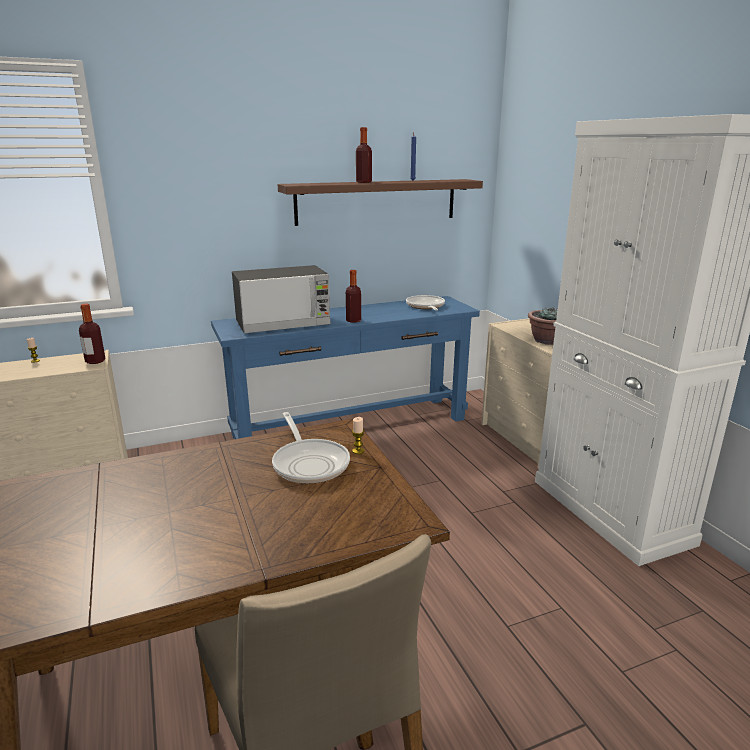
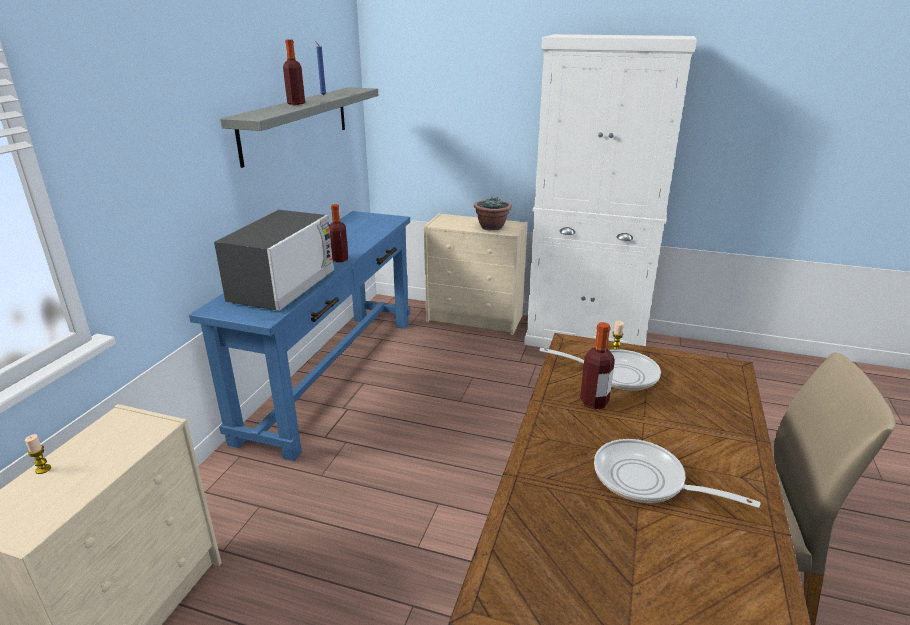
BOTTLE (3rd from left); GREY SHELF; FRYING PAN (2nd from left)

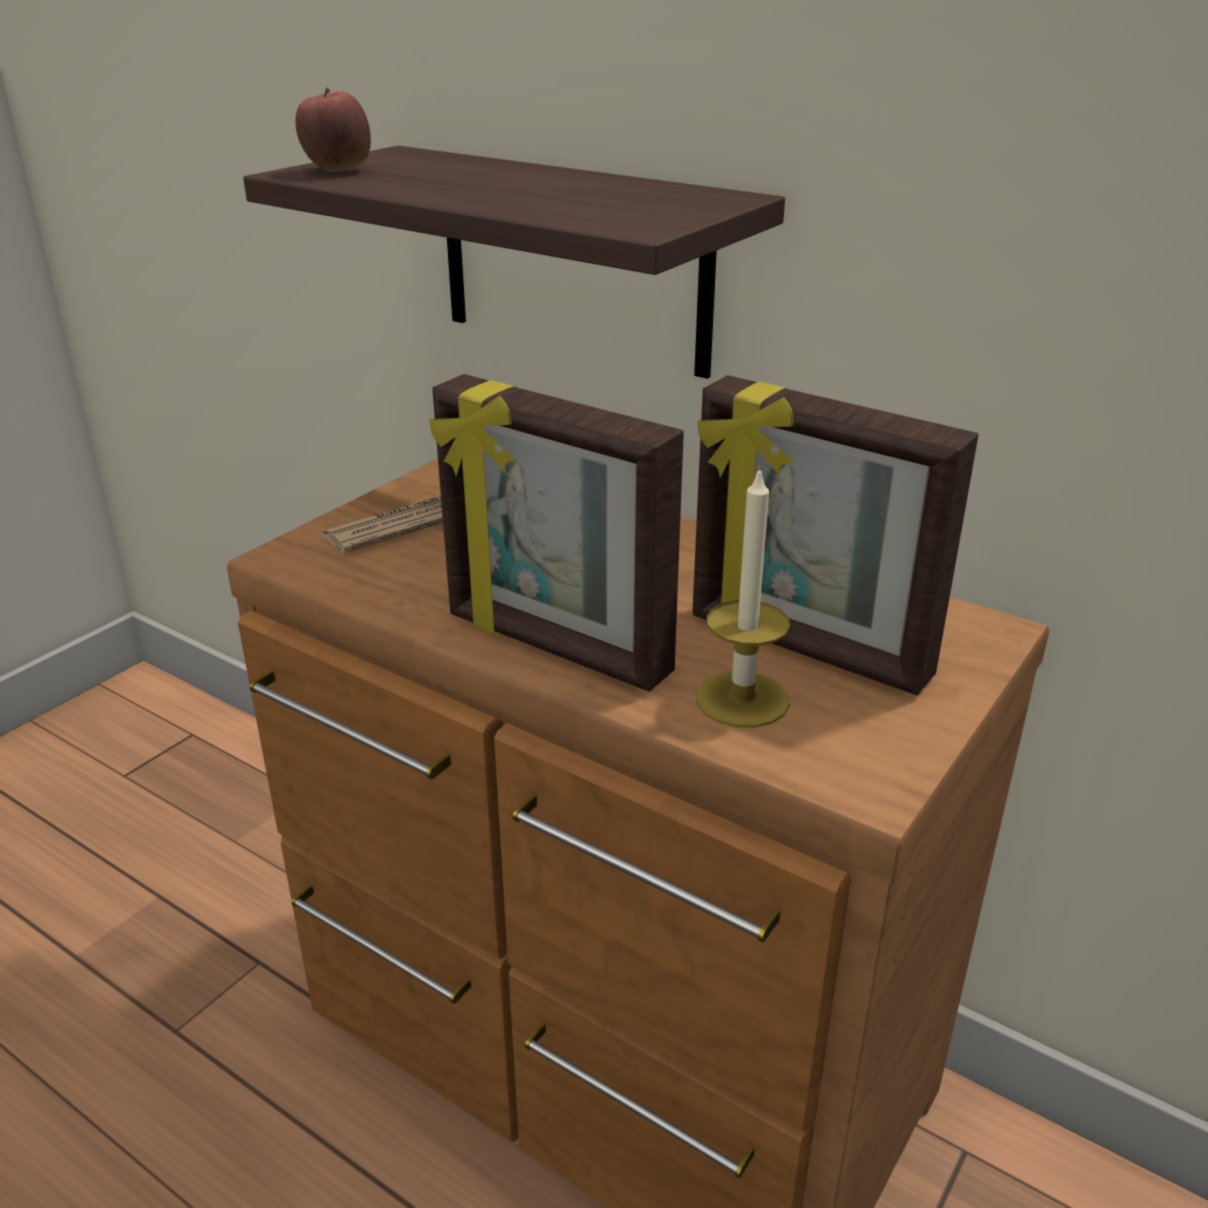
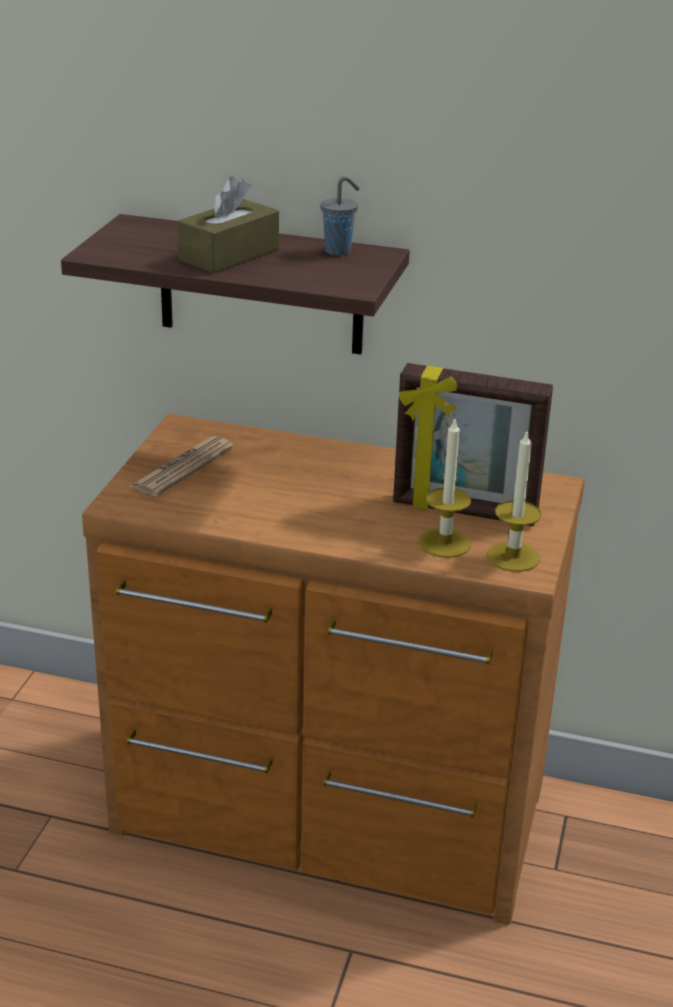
APPLE; PICTURE FRAME (1st from left in the first image); BROWN TISSUE BOX; GREY CUP; CANDLE (2nd from left)

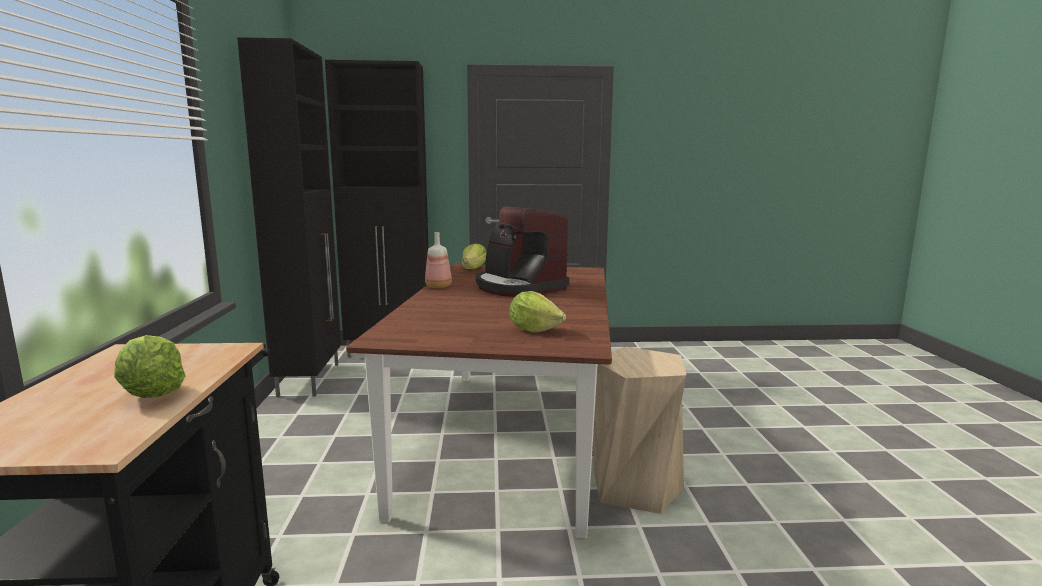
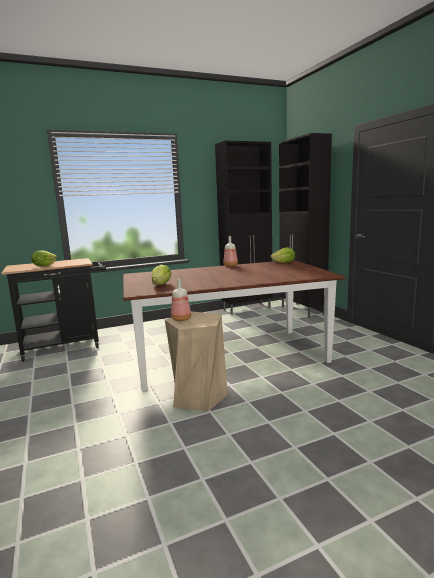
COFFEE MACHINE; BOTTLE (1st from left)

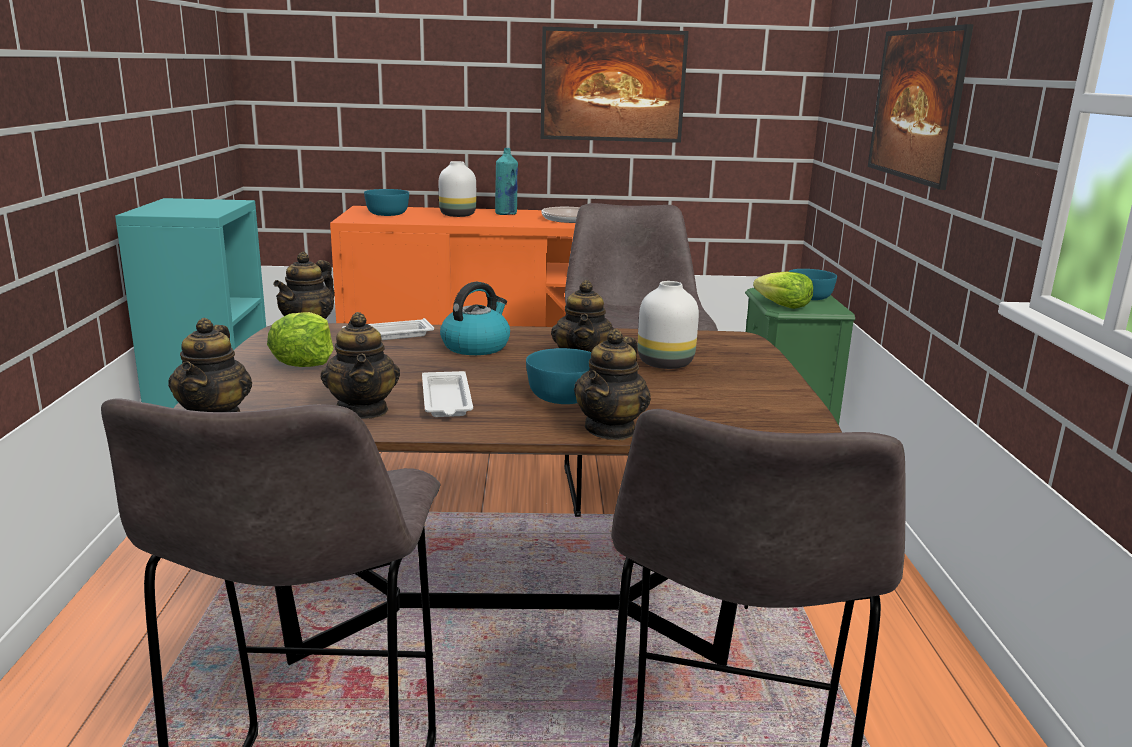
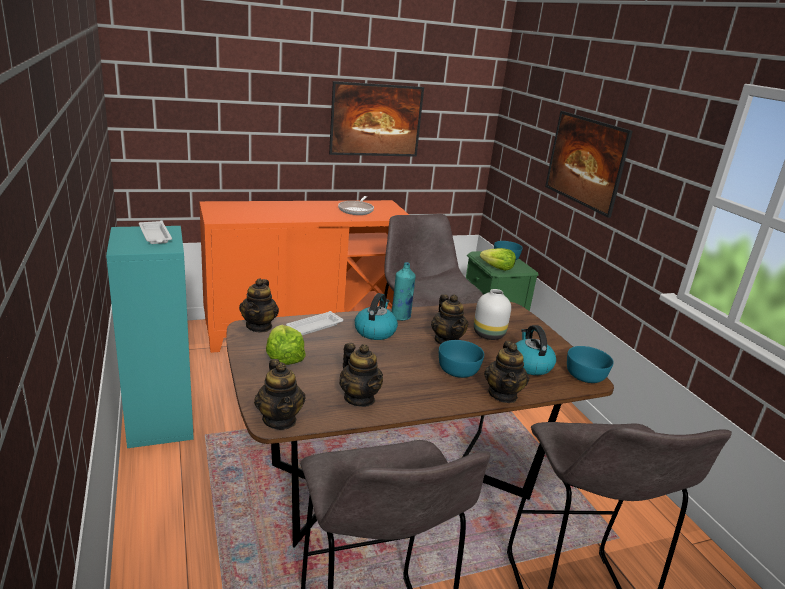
TURQUOISE BOWL (3rd from left); WHITE TRAY (1st from left); WHITE VASE (1st from left in the first image); TURQUOISE BOTTLE; KETTLE (2nd from left)

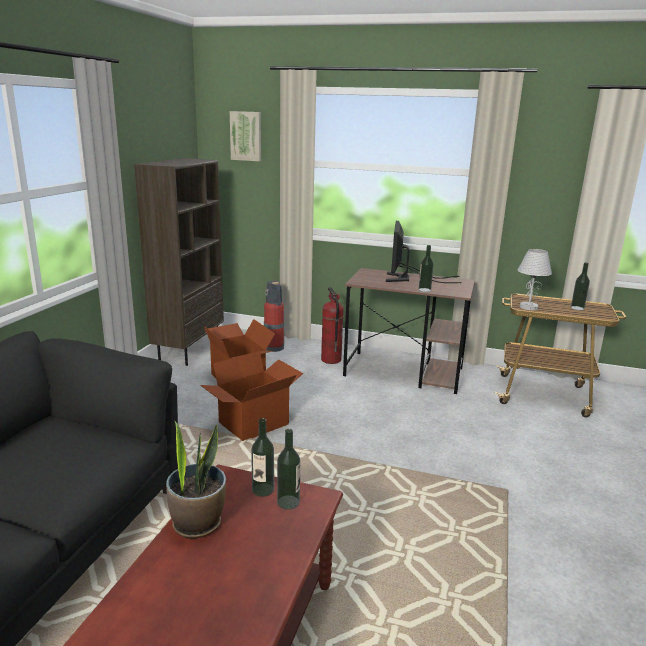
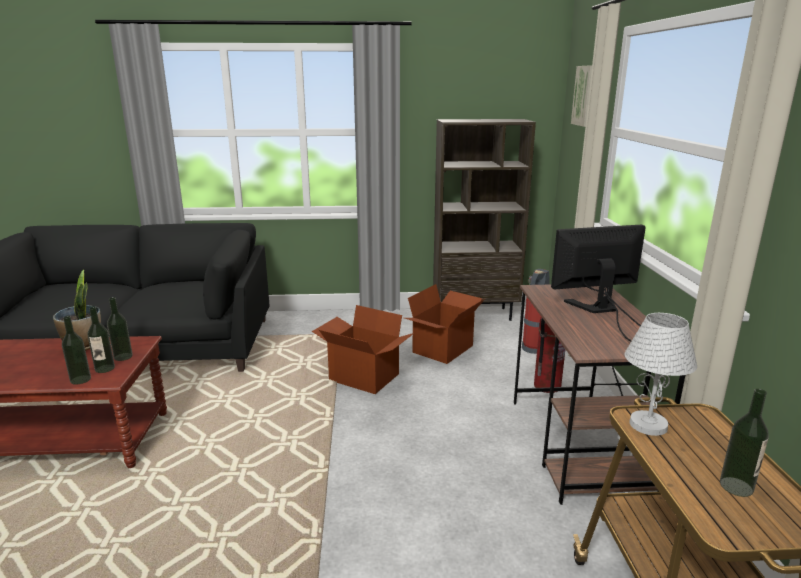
BOTTLE (1st from left)

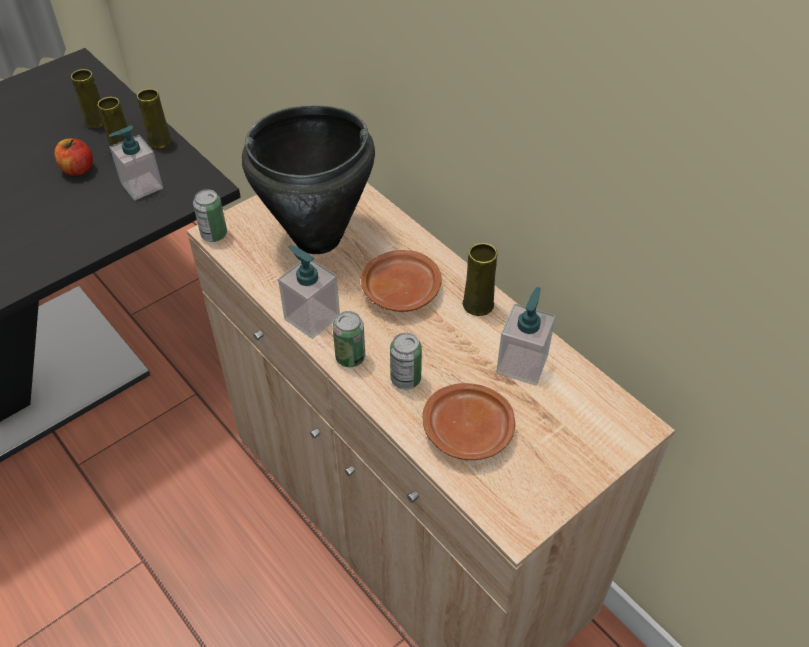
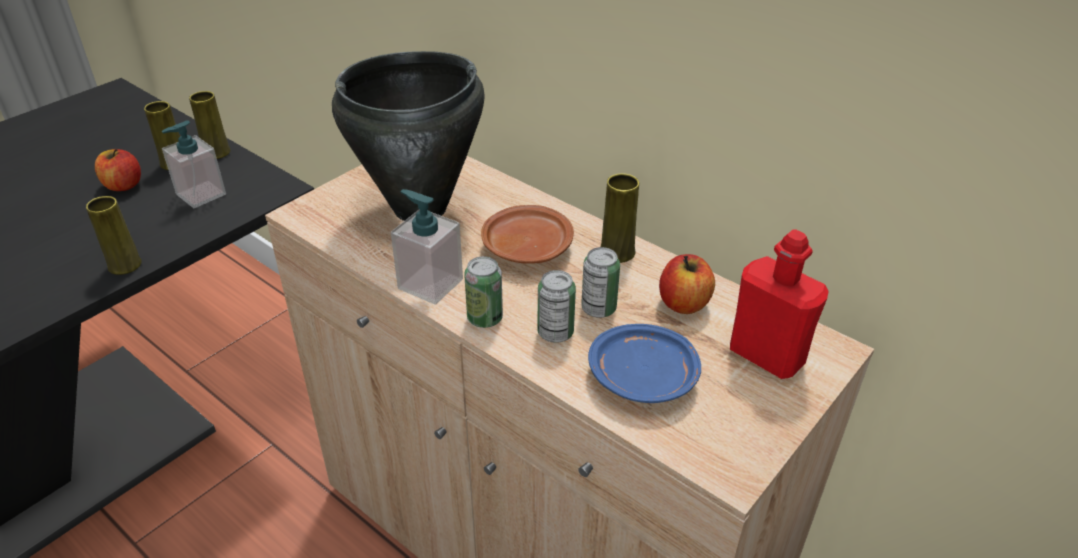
YELLOW VASE (1st from left); CAN (3rd from left); BLUE PLATE; APPLE (2nd from left); RED BOTTLE

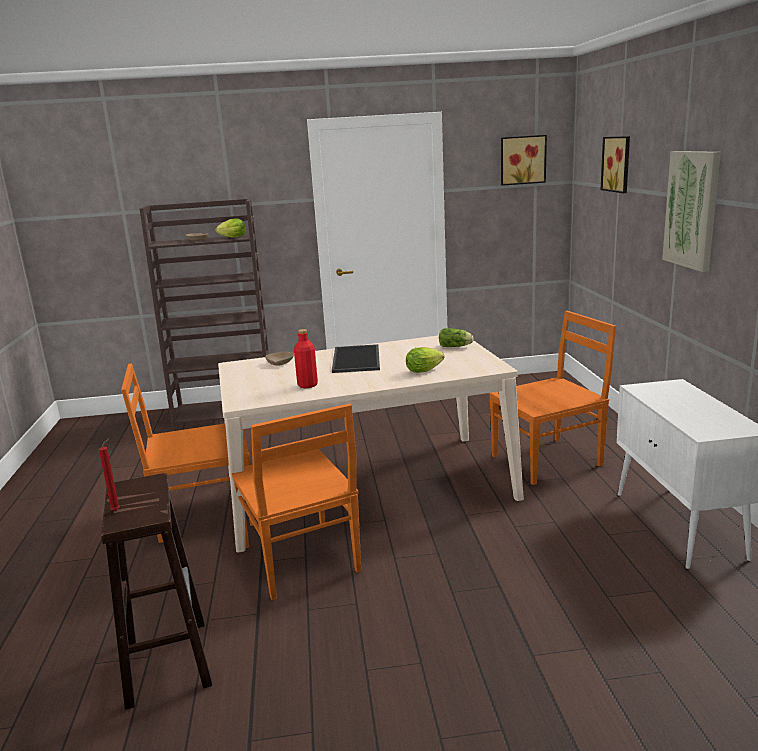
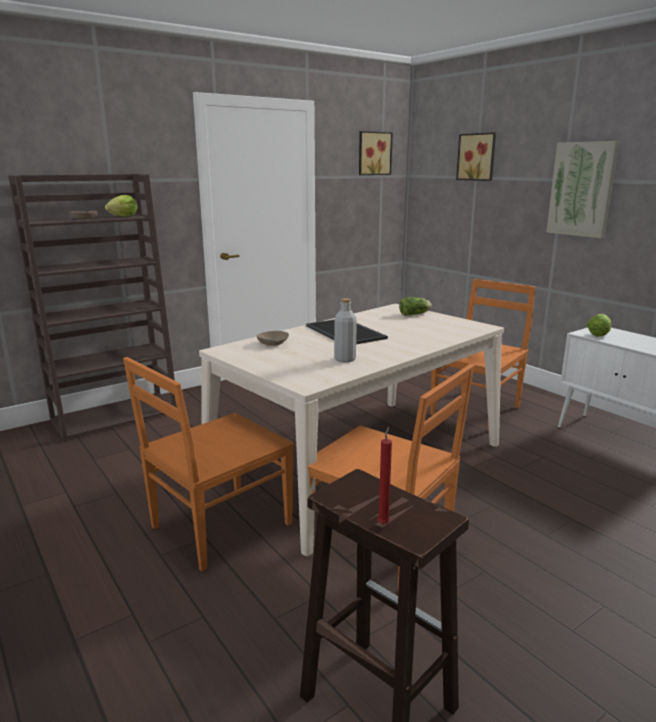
GREY BOTTLE; LETTUCE (3rd from left)

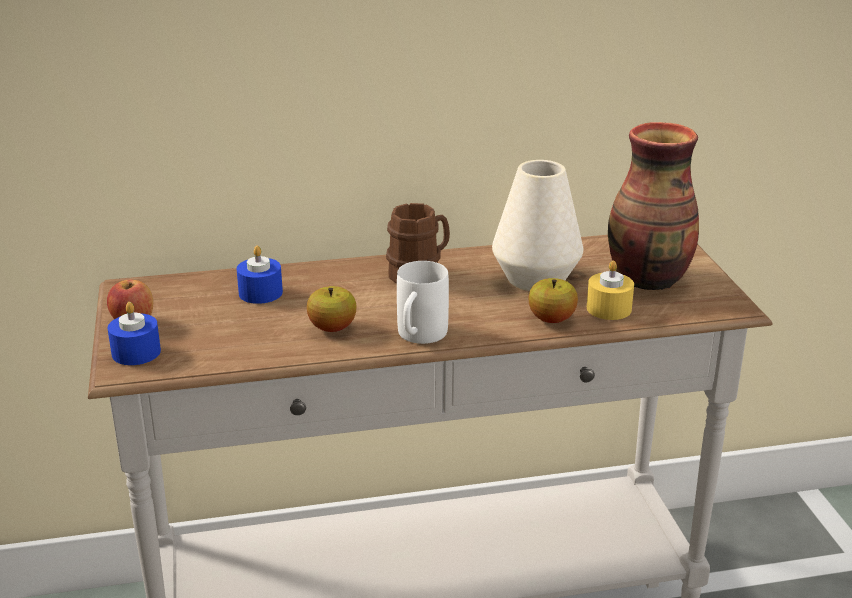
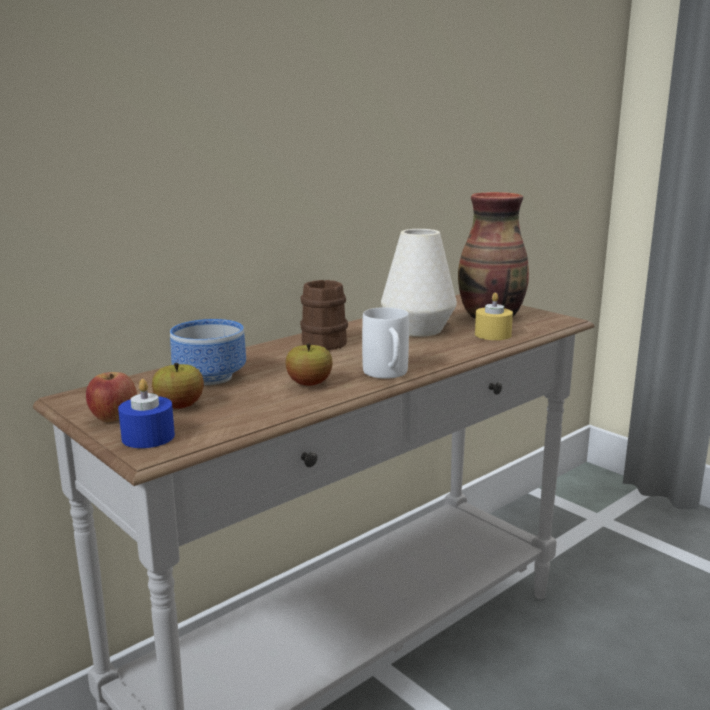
BOWL; APPLE (2nd from left)

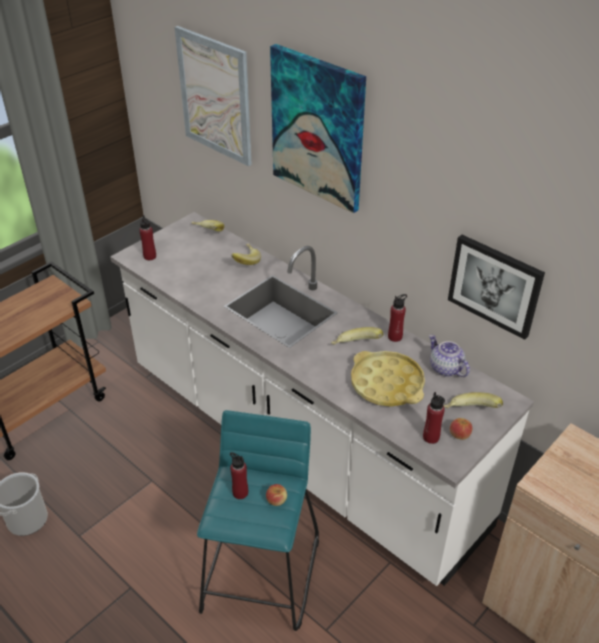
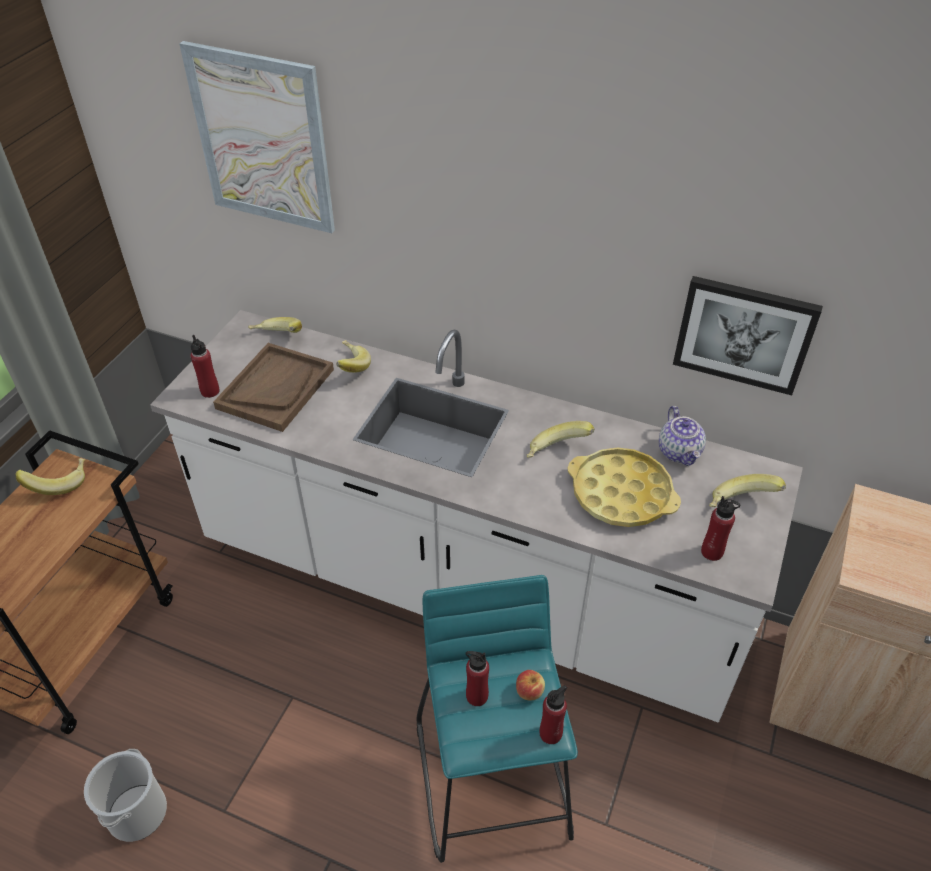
PICTURE (2nd from left in the first image); RED BOTTLE (3rd from left); TEAPOT; APPLE (2nd from left in the first image); BANANA (1st from left); BROWN TRAY

